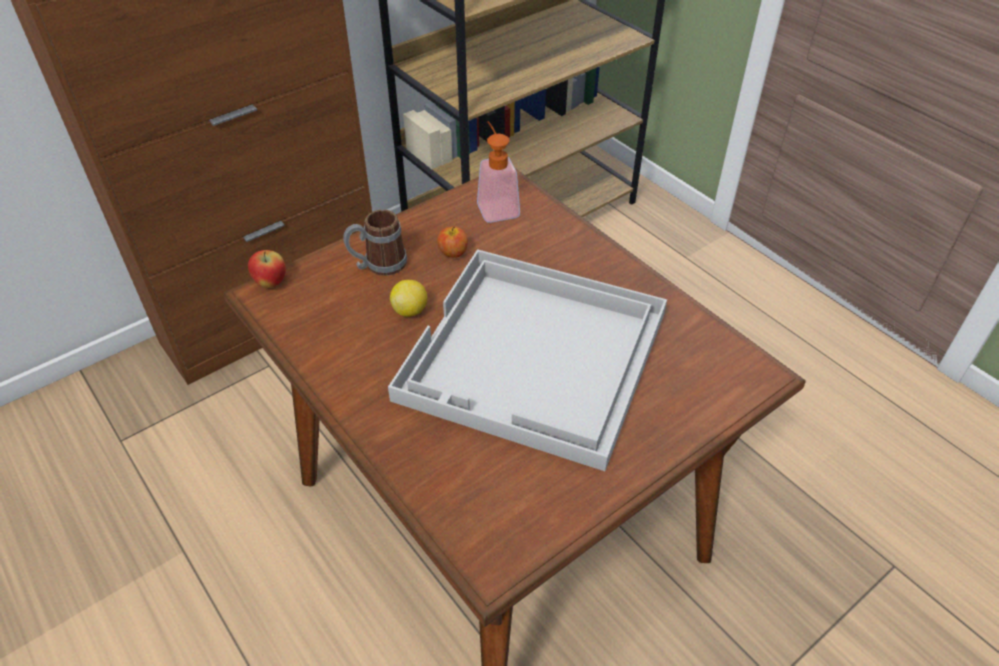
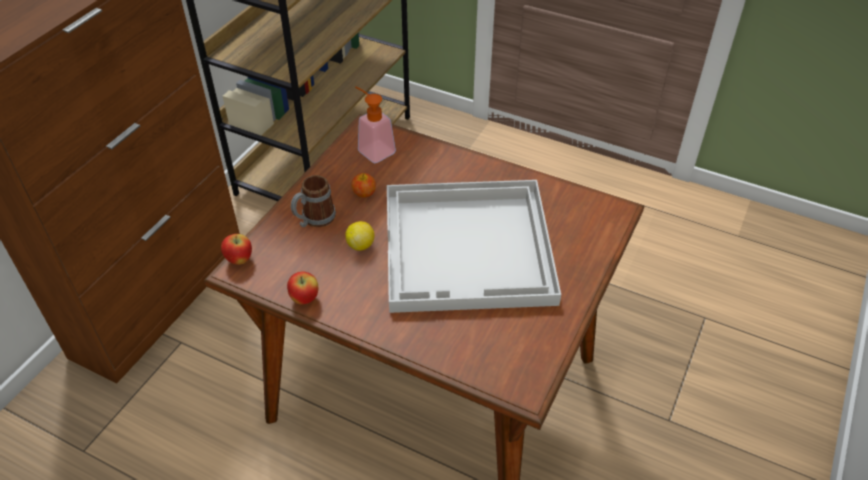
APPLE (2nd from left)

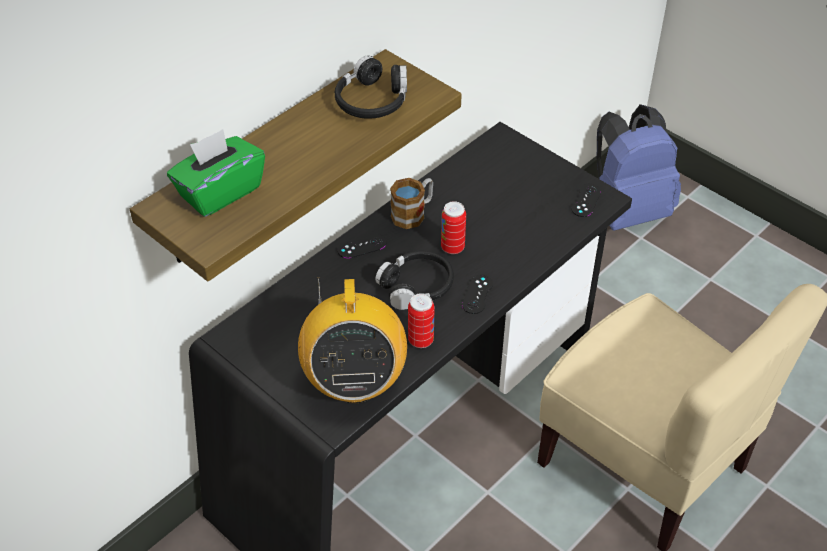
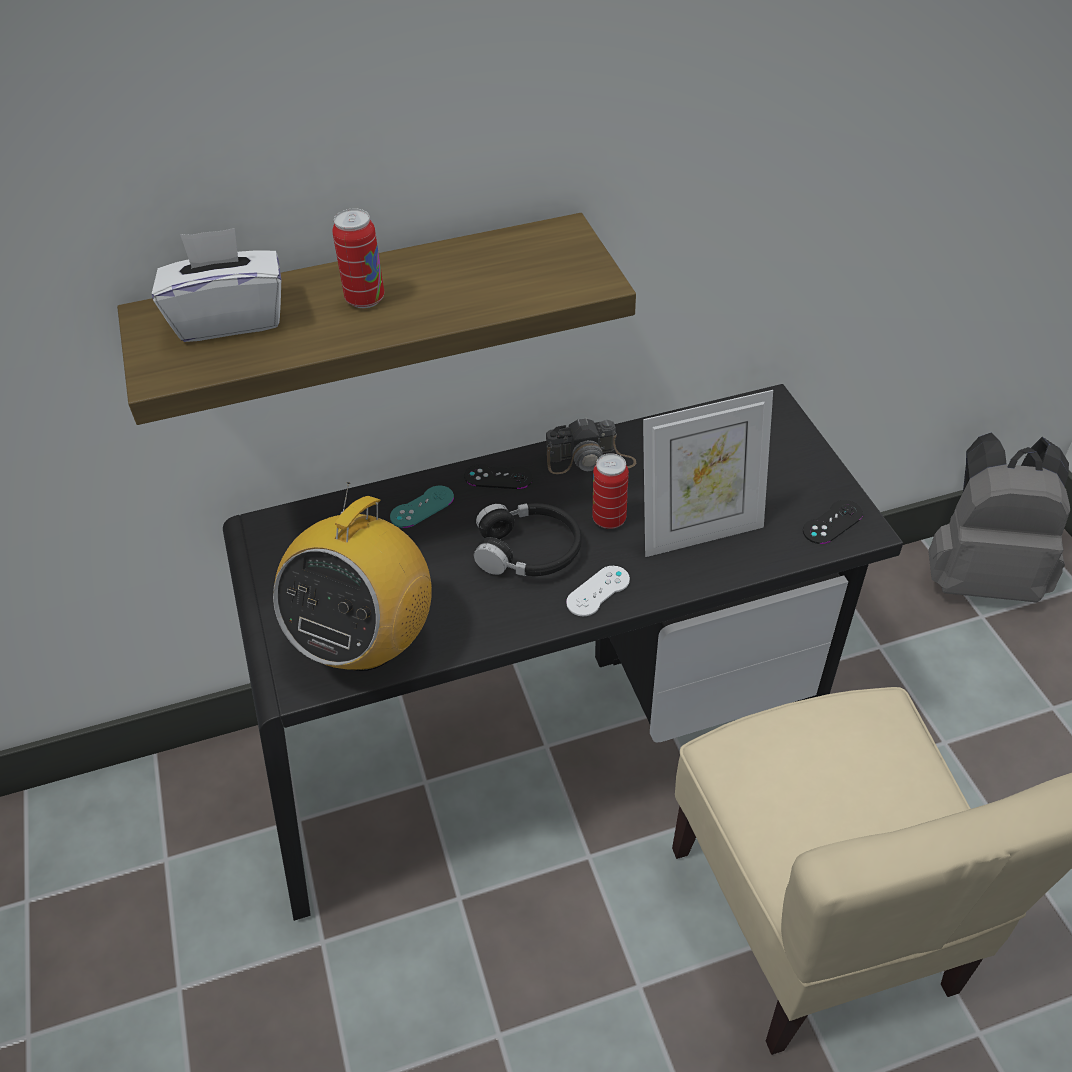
WHITE TISSUE BOX; BLACK HEADPHONES (1st from left in the first image); PHOTO CAMERA; CAN (1st from left); WHITE GAME CONTROLLER; GREY BACKPACK; TURQUOISE GAME CONTROLLER; PICTURE FRAME

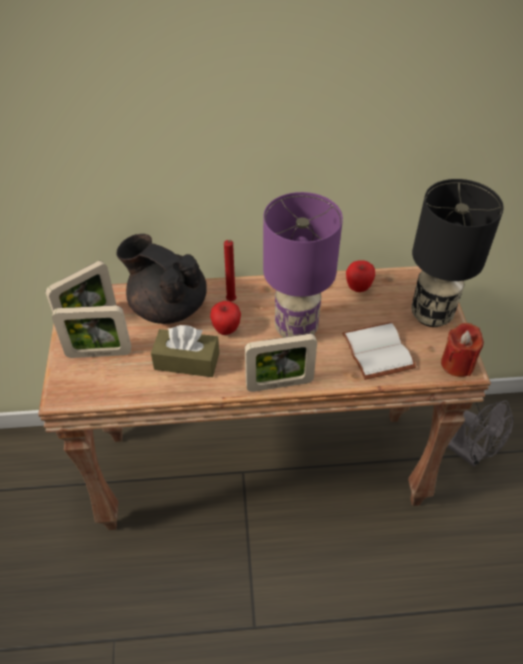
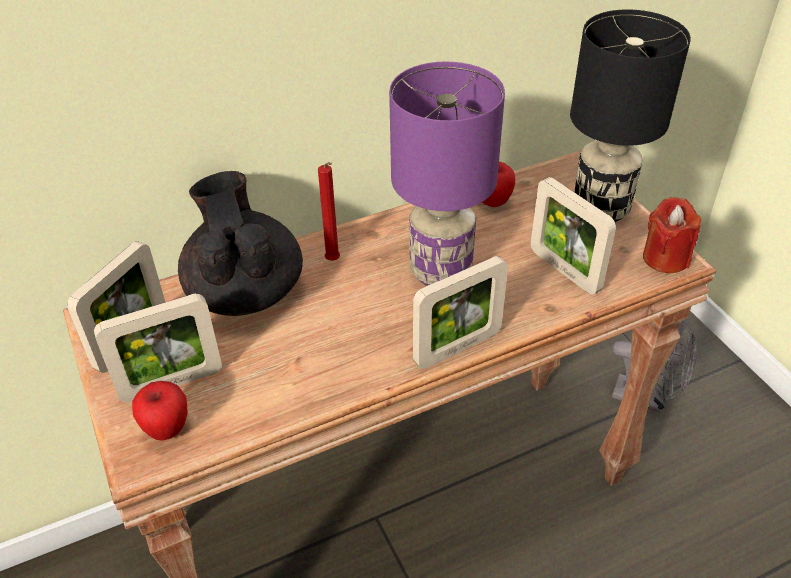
BLACK TEAPOT; BROWN TISSUE BOX; APPLE (1st from left); PICTURE FRAME (4th from left)

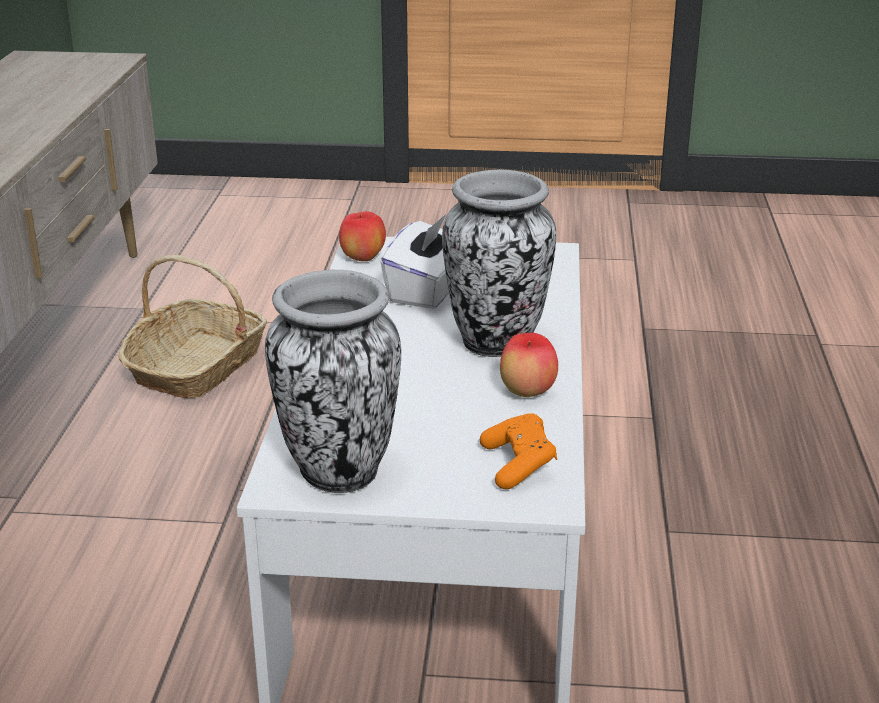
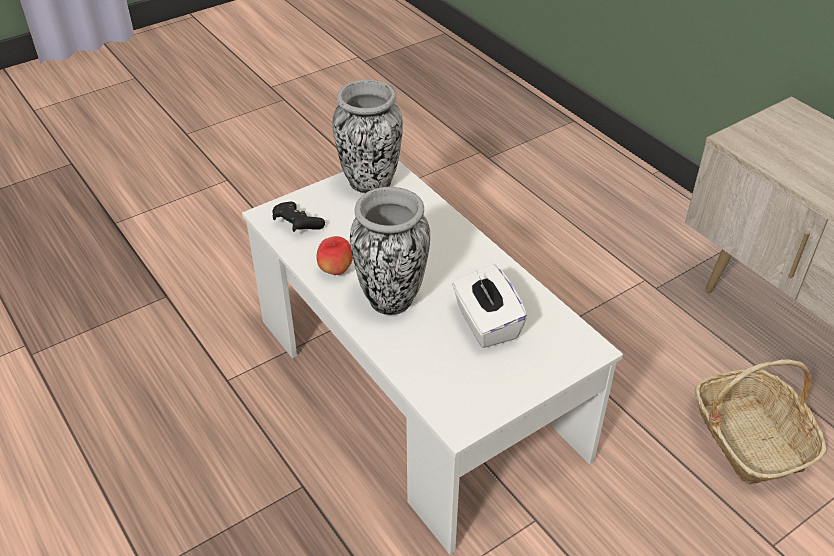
APPLE (1st from left in the first image); BLACK GAME CONTROLLER

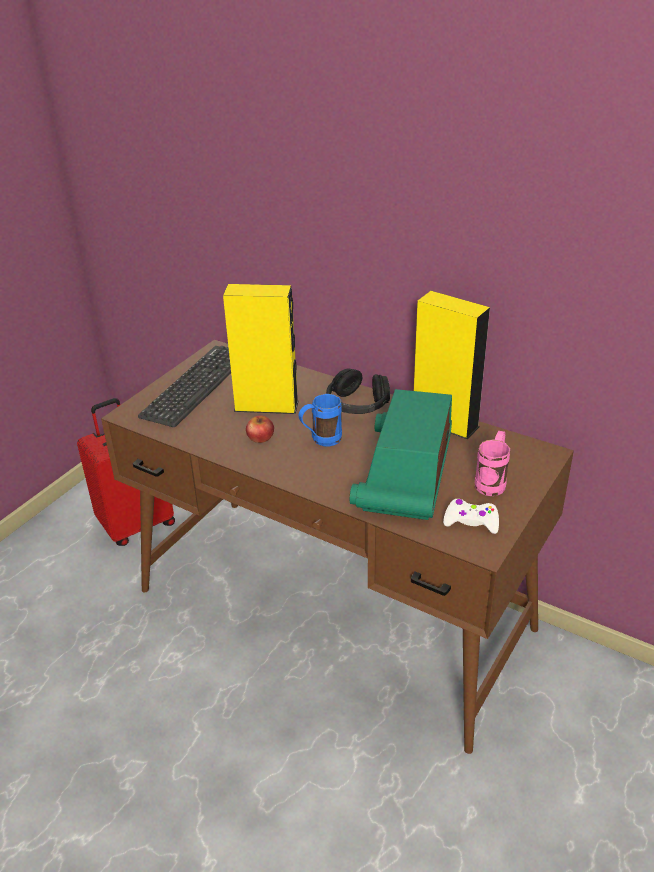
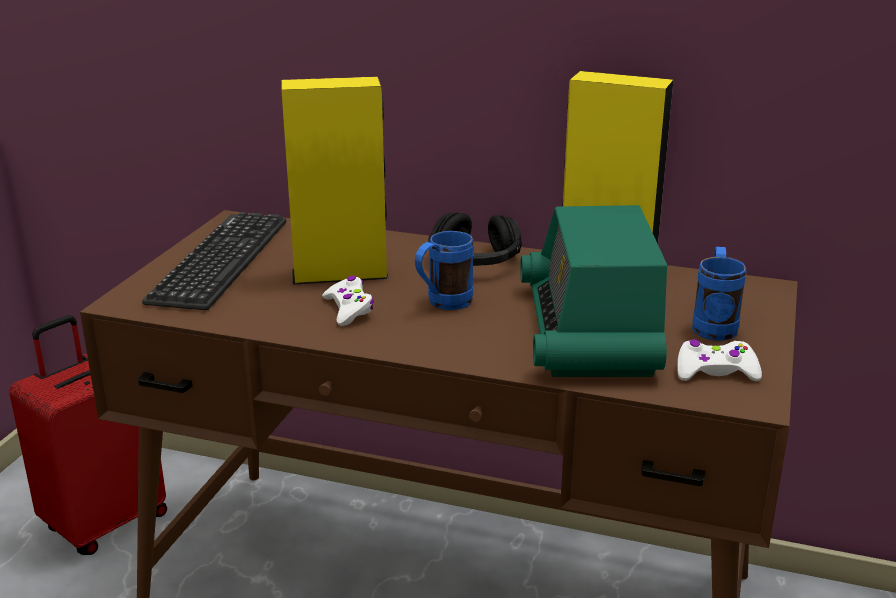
WHITE GAME CONTROLLER (1st from left); BLUE MUG (2nd from left)

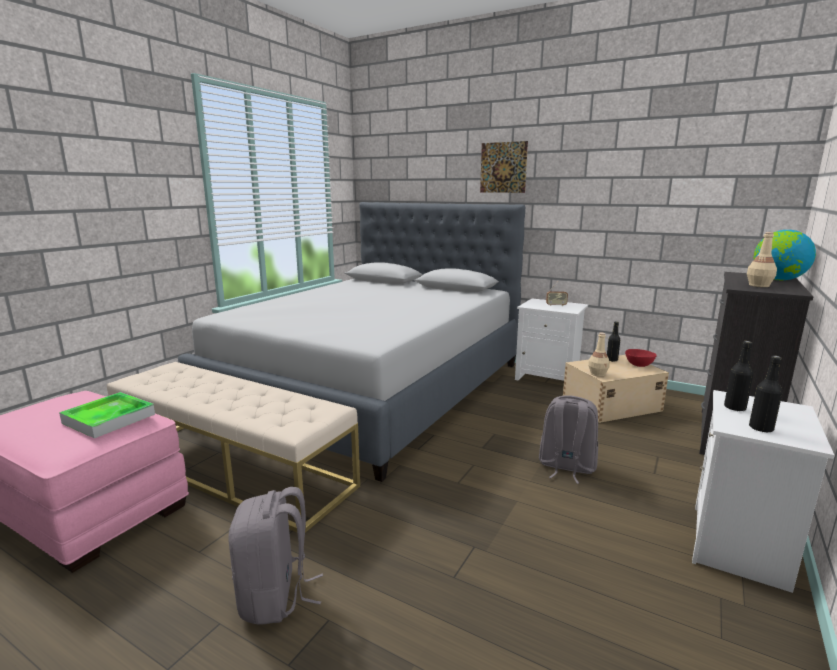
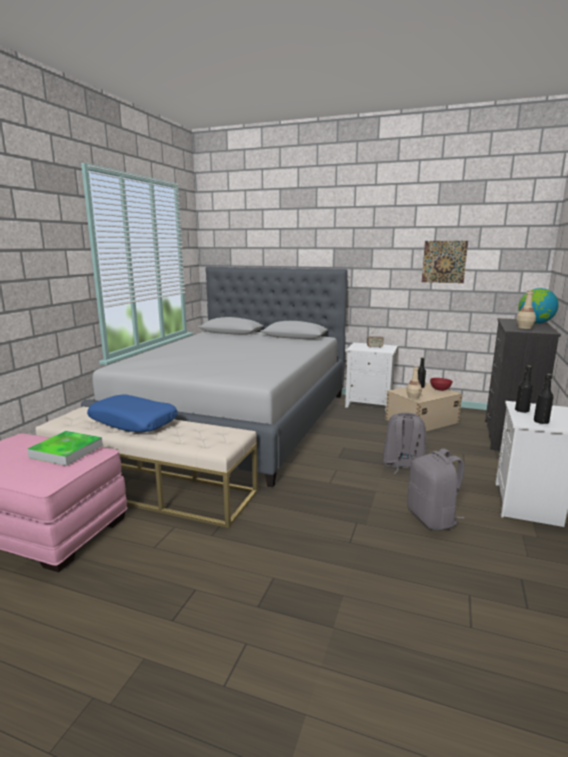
GREY BACKPACK (2nd from left); PICTURE; BLUE PILLOW

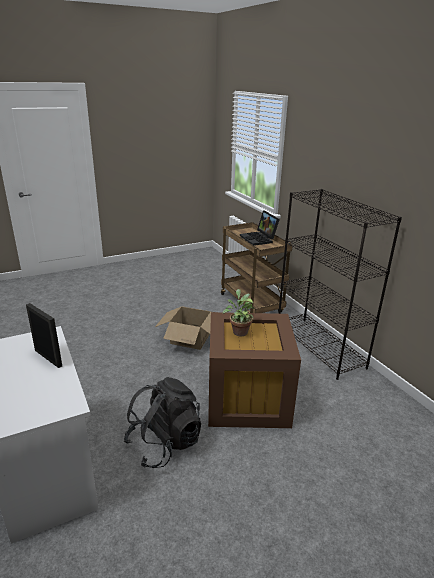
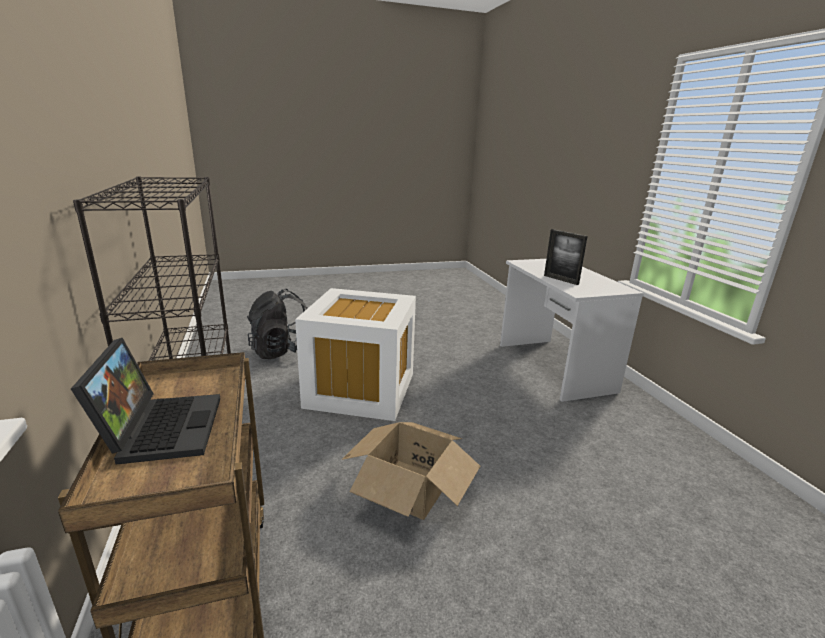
BLACK BACKPACK; WHITE STORAGE BOX; POTTED PLANT

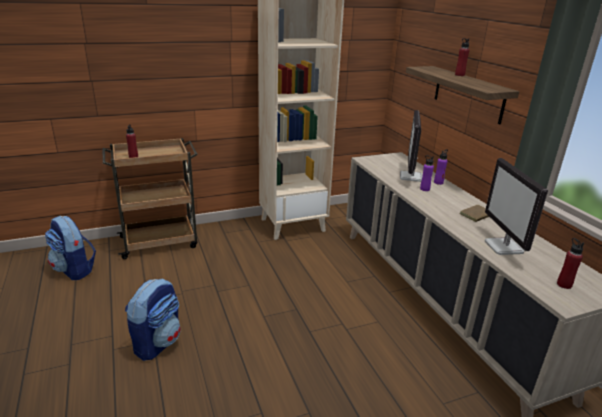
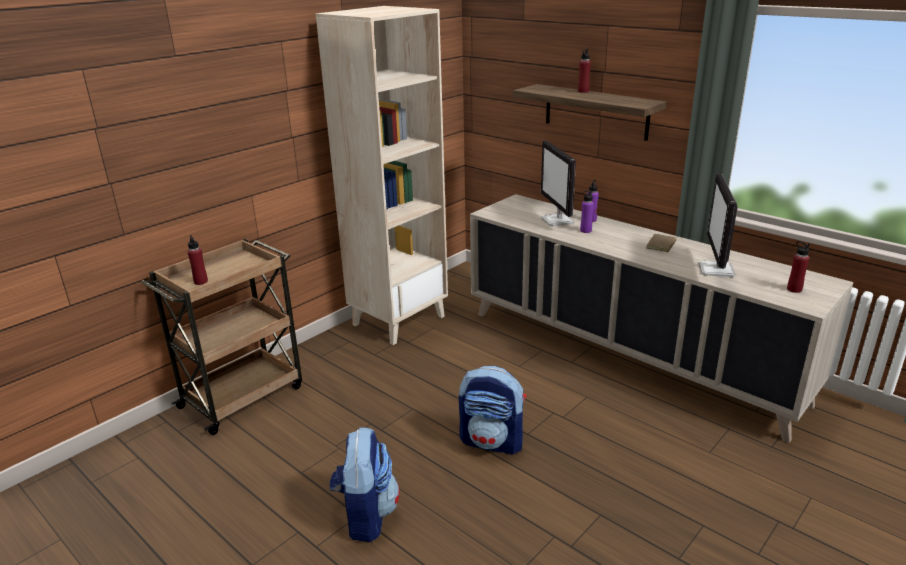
BACKPACK (2nd from left); MONITOR (2nd from left)

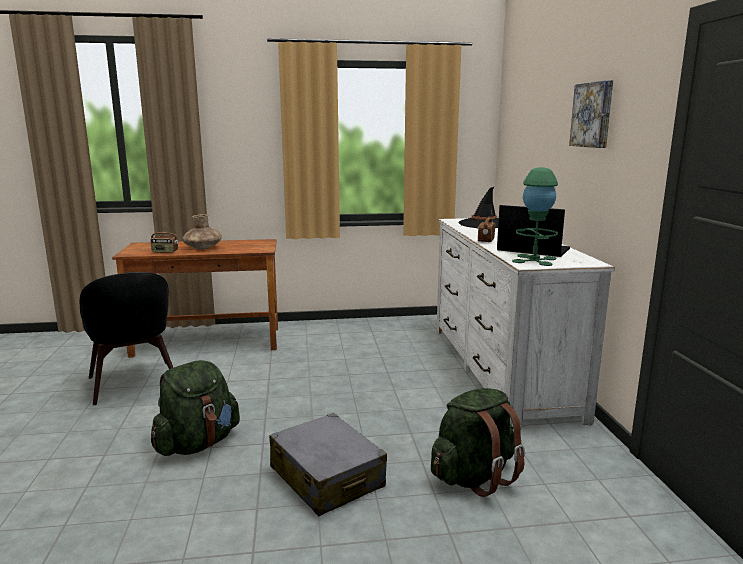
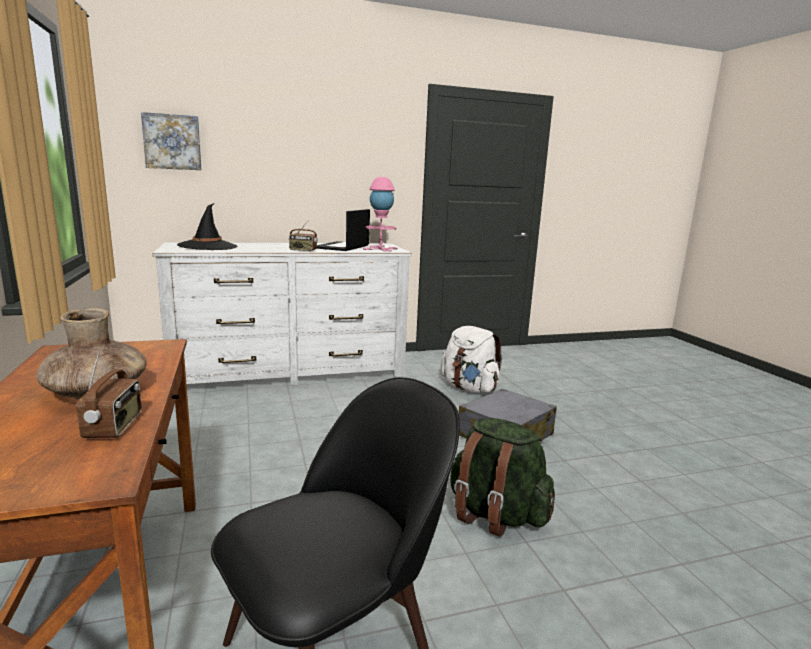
WHITE BACKPACK; PINK TABLE LAMP; PICTURE

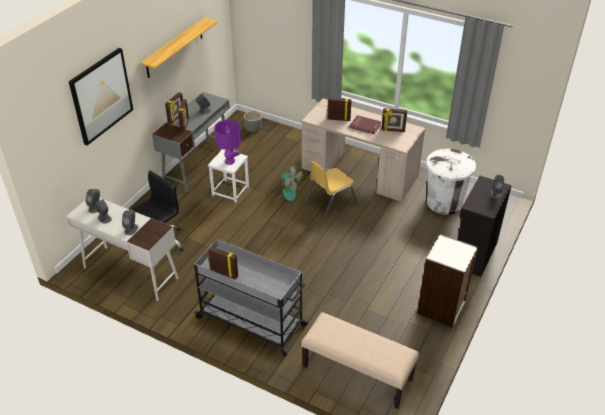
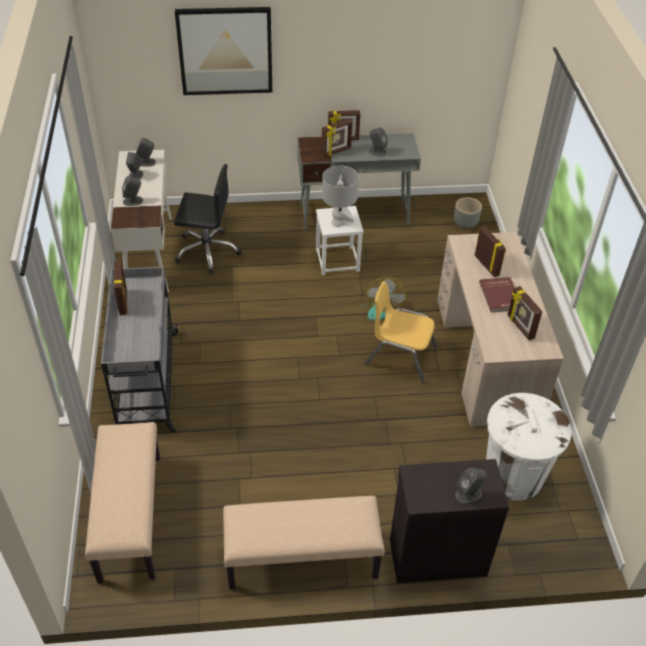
SHELF; GREY TABLE LAMP; BEIGE BENCH (2nd from left)

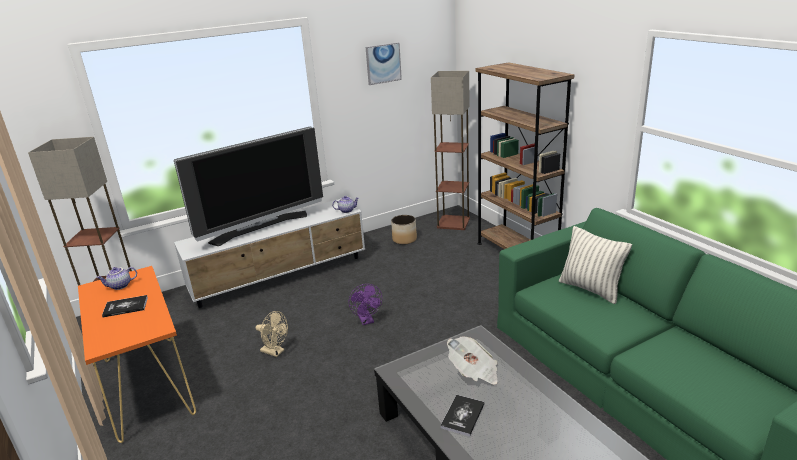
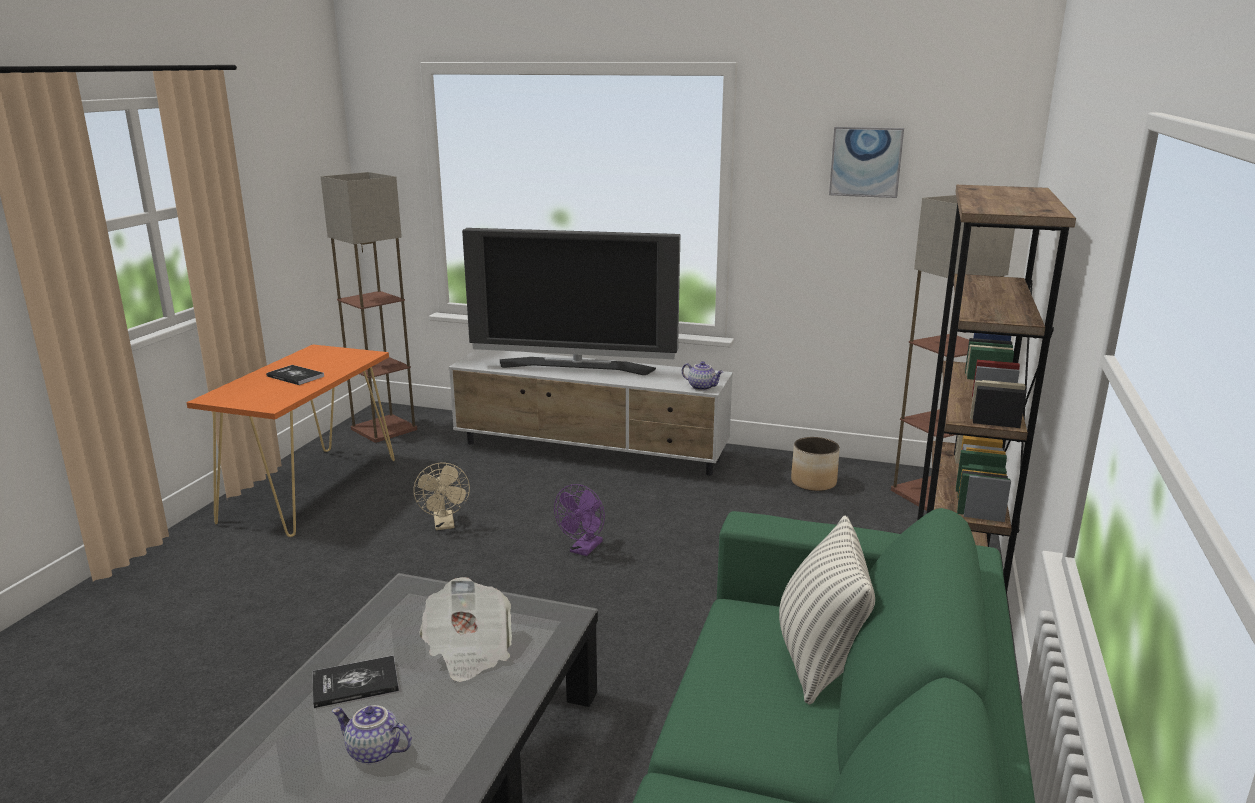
TEAPOT (1st from left)

